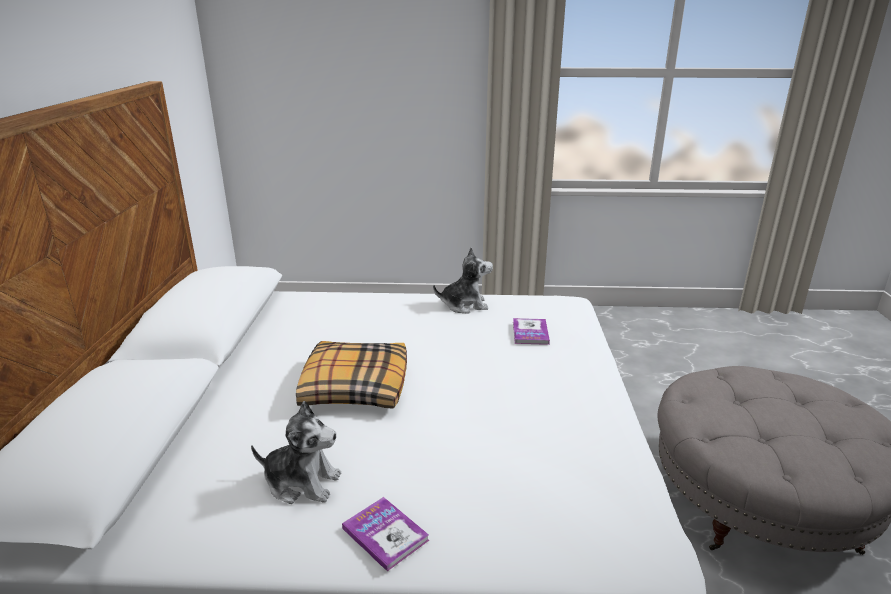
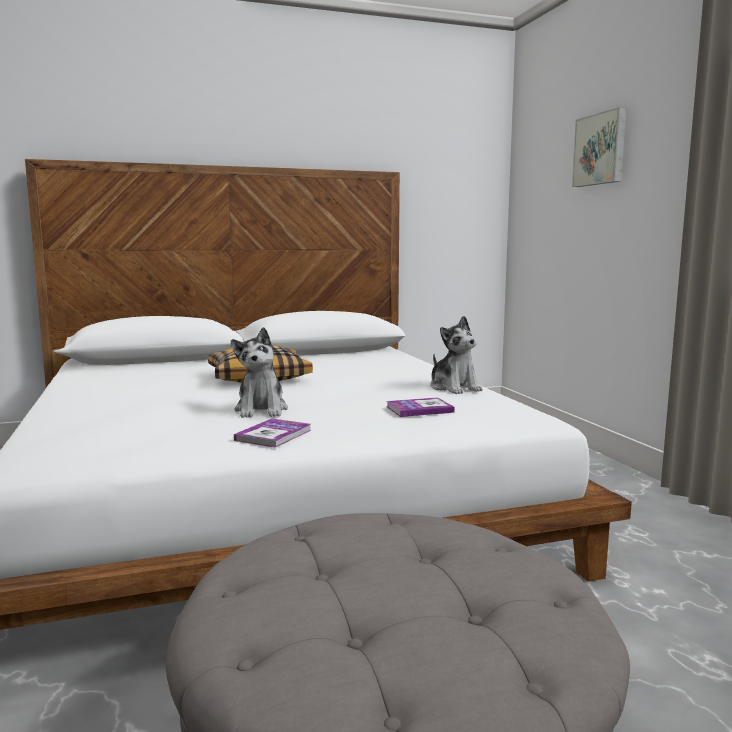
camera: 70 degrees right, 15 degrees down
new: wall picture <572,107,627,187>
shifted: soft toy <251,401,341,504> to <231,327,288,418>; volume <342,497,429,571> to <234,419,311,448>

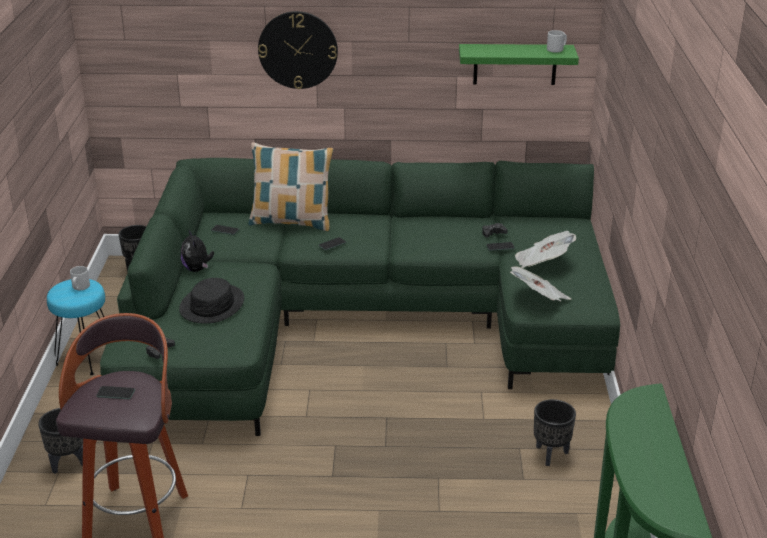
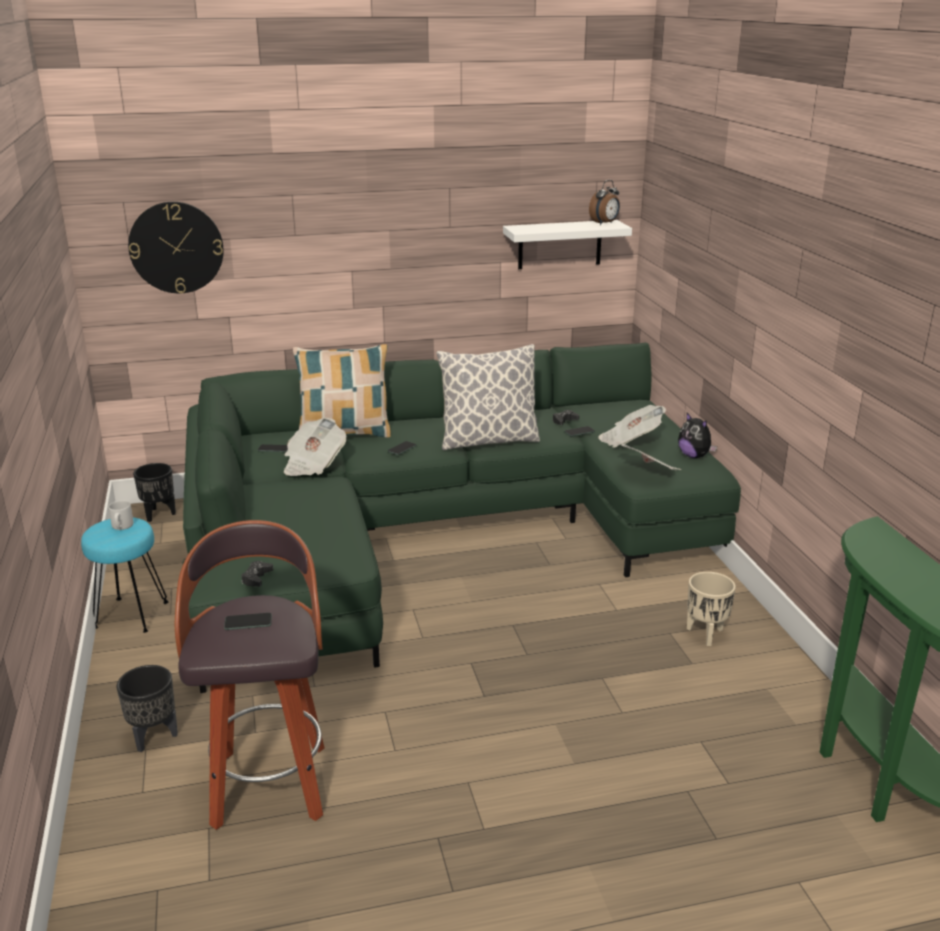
camera: 15 degrees left, 5 degrees down
gone: blackish wearable hat <179,278,244,324>
new: printed paper <284,418,346,476>; throw pillow <436,344,540,451>
shifted: soft toy <181,229,214,272> to <678,413,717,458>; hanging clock <258,11,338,89> to <128,202,224,293>
swapped: grey coffee mug <547,30,567,52> to table clock <589,180,620,225>
repainted: greenish shelf <459,44,579,85> to white shelf <503,220,632,269>; blackish planter <534,399,576,466> to sand-coloured planter <687,572,736,646>

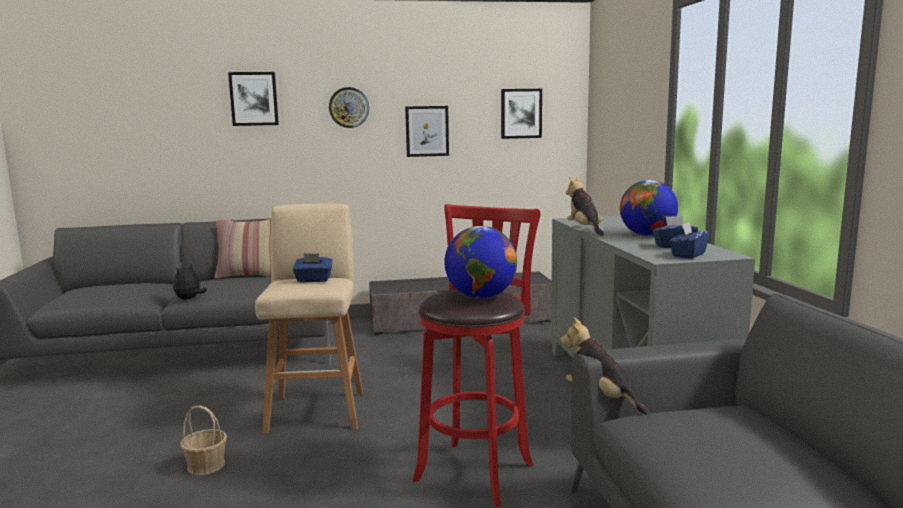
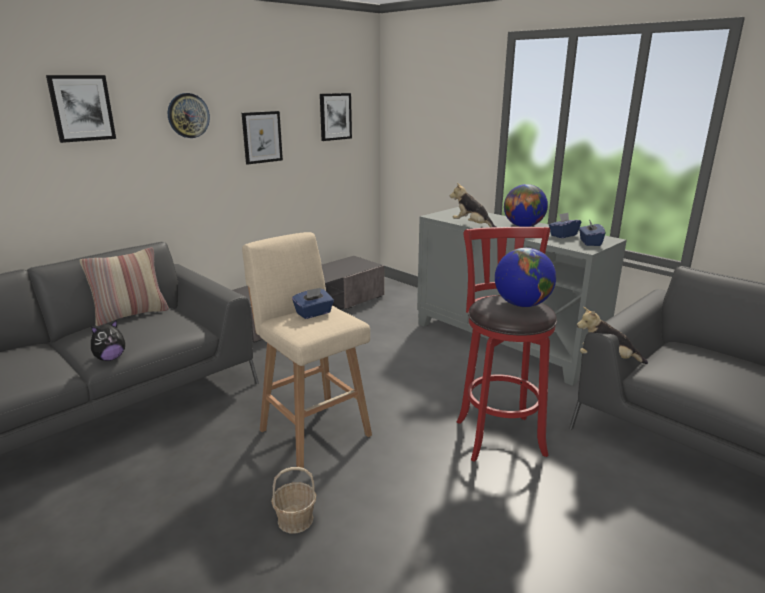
camera: 35 degrees left, 10 degrees up
rotated: soft toy <173,264,207,300> = <91,320,125,361> 120 degrees counterclockwise

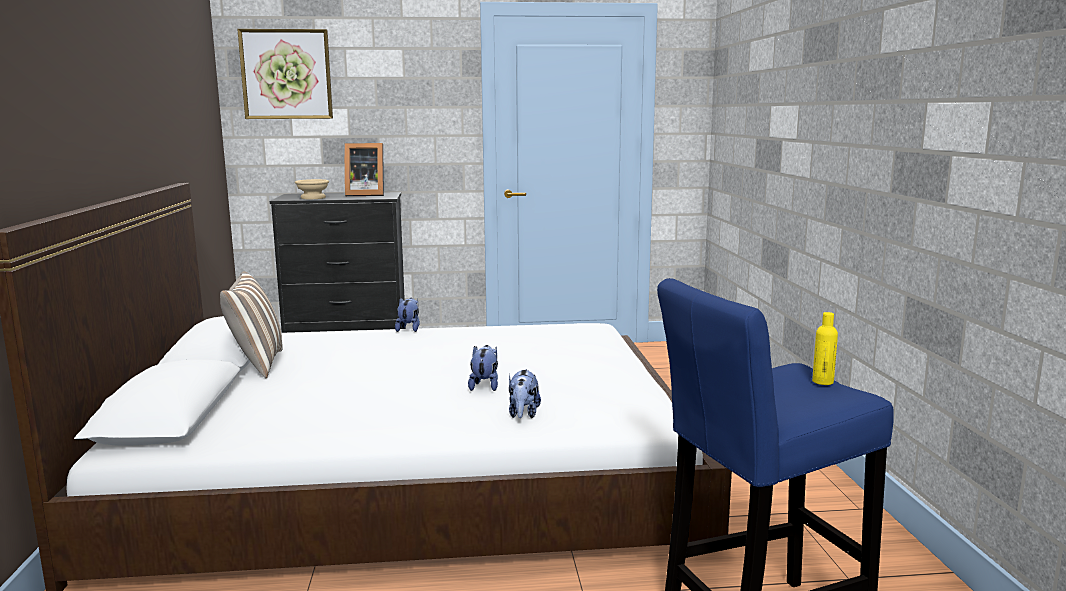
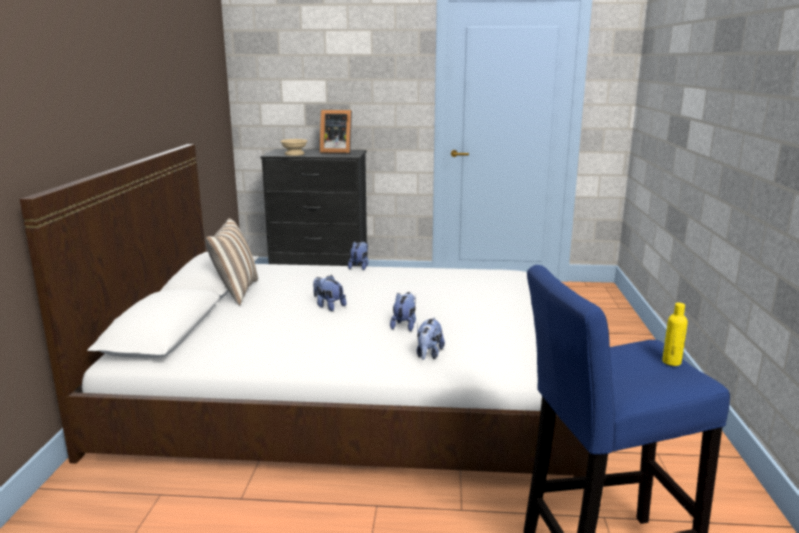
camera: 10 degrees right, 5 degrees up
gone: wall picture <237,29,333,119>
new: soft toy <313,275,346,311>

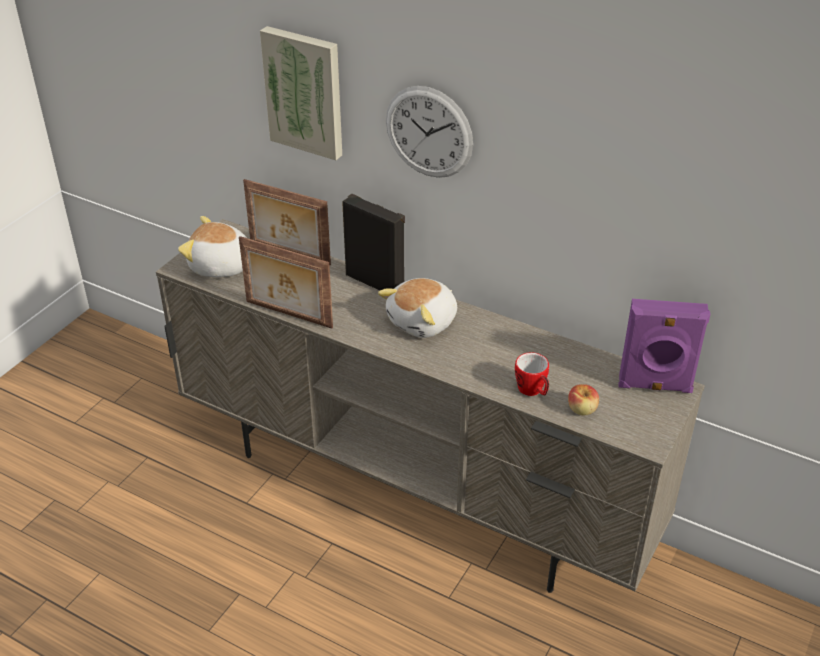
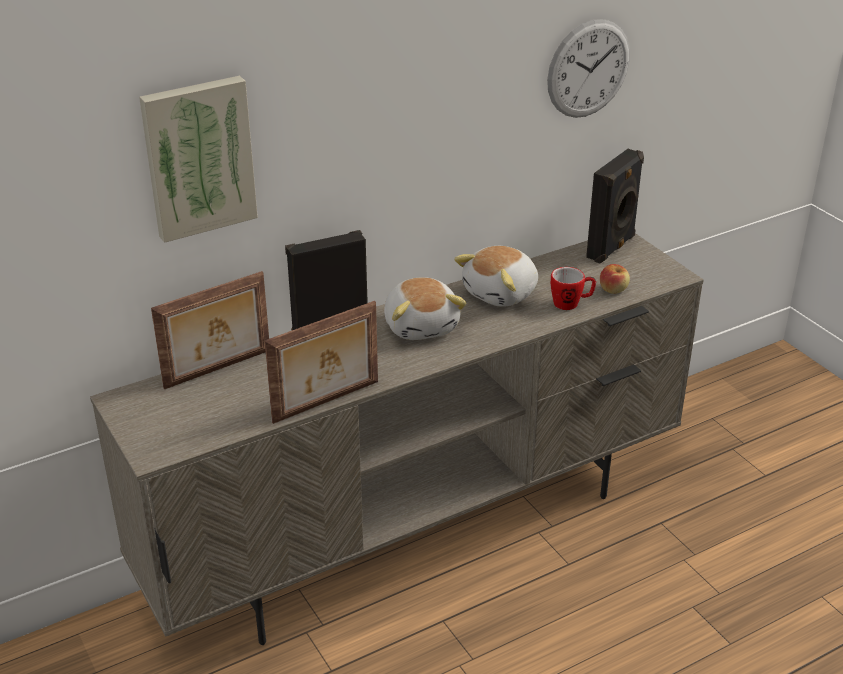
camera: 60 degrees left, 5 degrees down
shifted: soft toy <178,216,247,277> to <454,246,538,307>; hanging clock <386,86,473,178> to <547,19,630,118>
repainted: purple-coloured loudspeaker <619,299,710,393> to blackish loudspeaker <586,149,644,264>

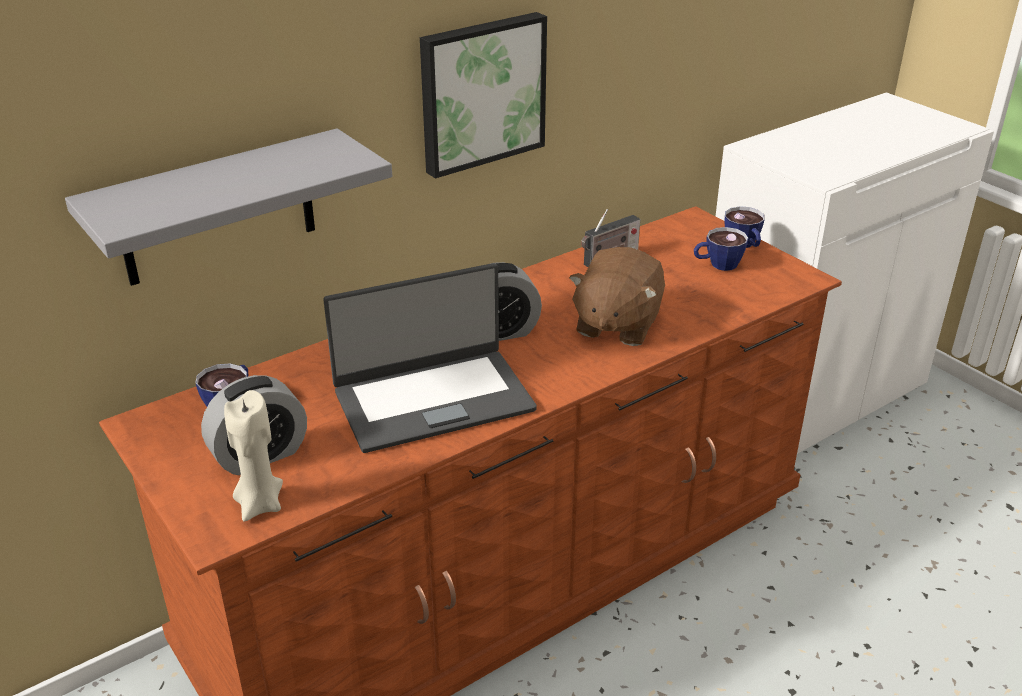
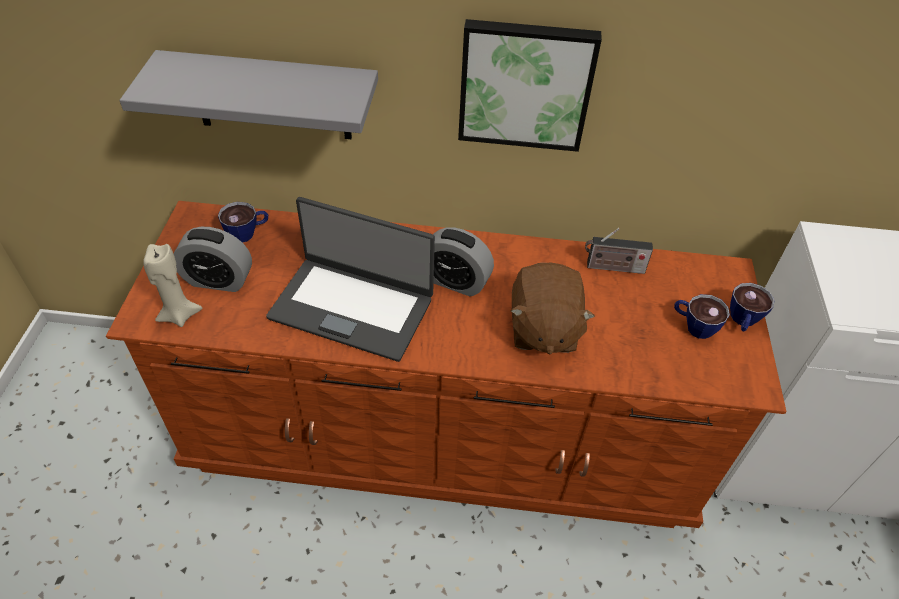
camera: 40 degrees right, 15 degrees up
rotated: brownish soft toy <569,247,665,346> = <511,263,595,355> 60 degrees counterclockwise

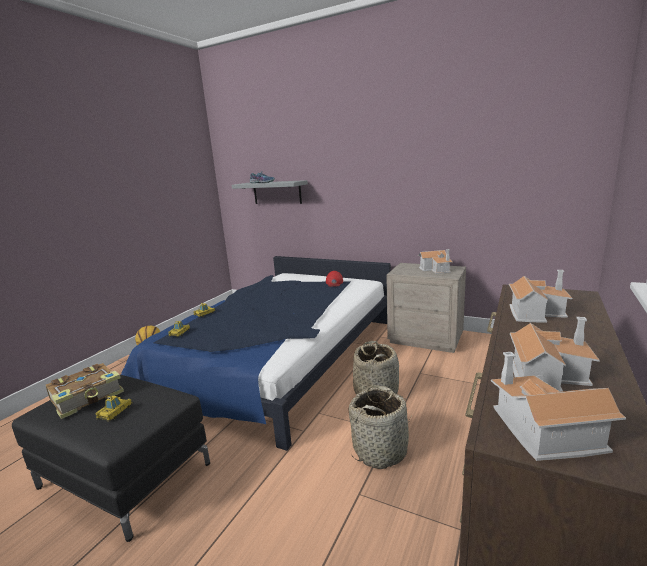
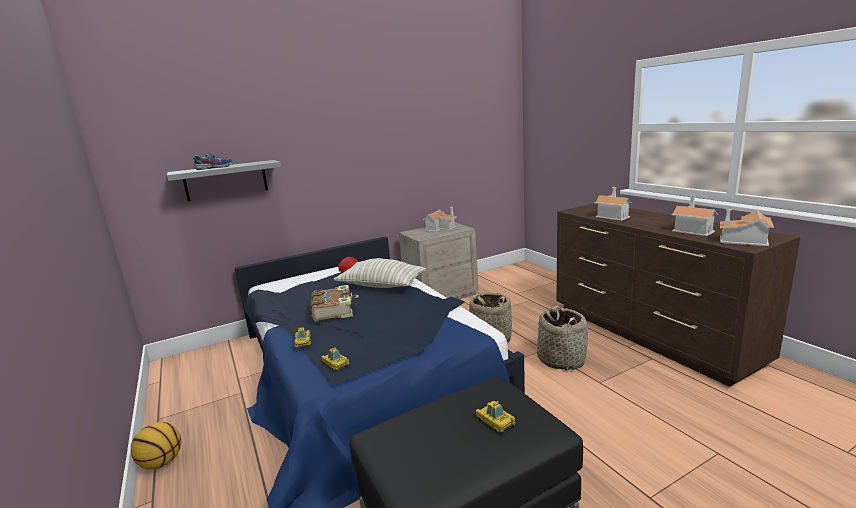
camera: 55 degrees left, 0 degrees up
new: throw pillow <334,259,427,288>
shifted: volume <46,363,124,419> to <310,285,359,321>

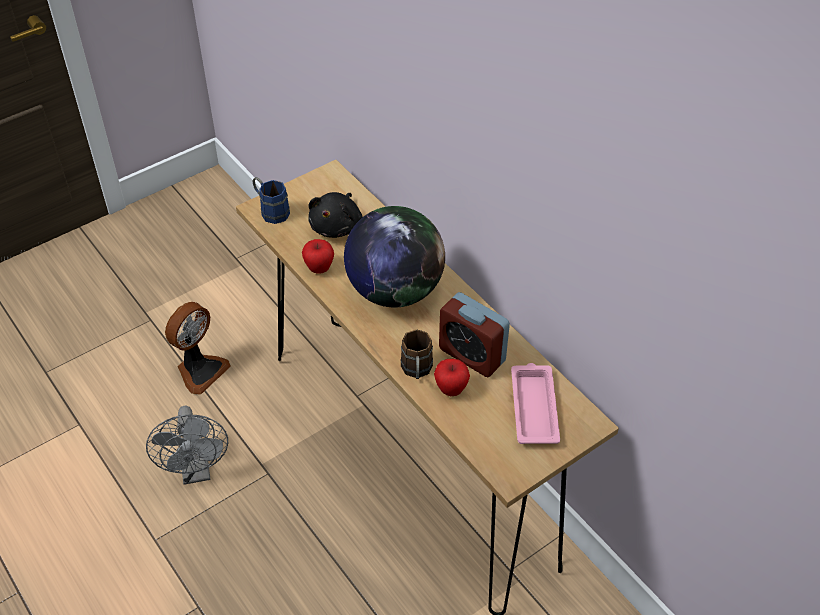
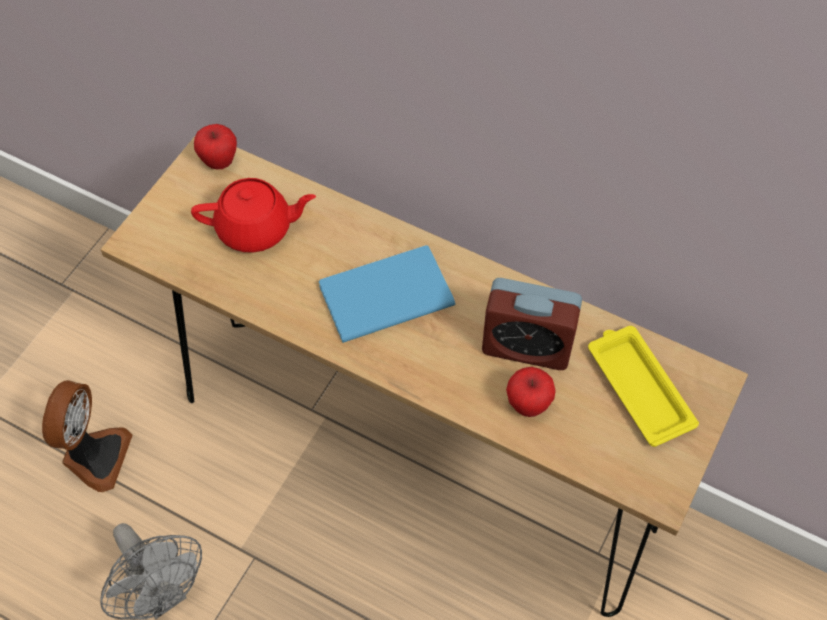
camera: 25 degrees left, 10 degrees up
gone: bluish coffee mug <253,177,290,224>; brownish coffee mug <401,330,433,379>
shifted: apple fruit <302,239,334,274> to <194,124,237,169>
swapped: blackish soft toy <308,192,363,238> to red pot for tea <191,178,316,253>; globe <344,206,445,308> to bluish volume <319,245,456,343>
repainted: pink-coloured tray <511,363,560,444> to yellowish tray <588,326,699,447>

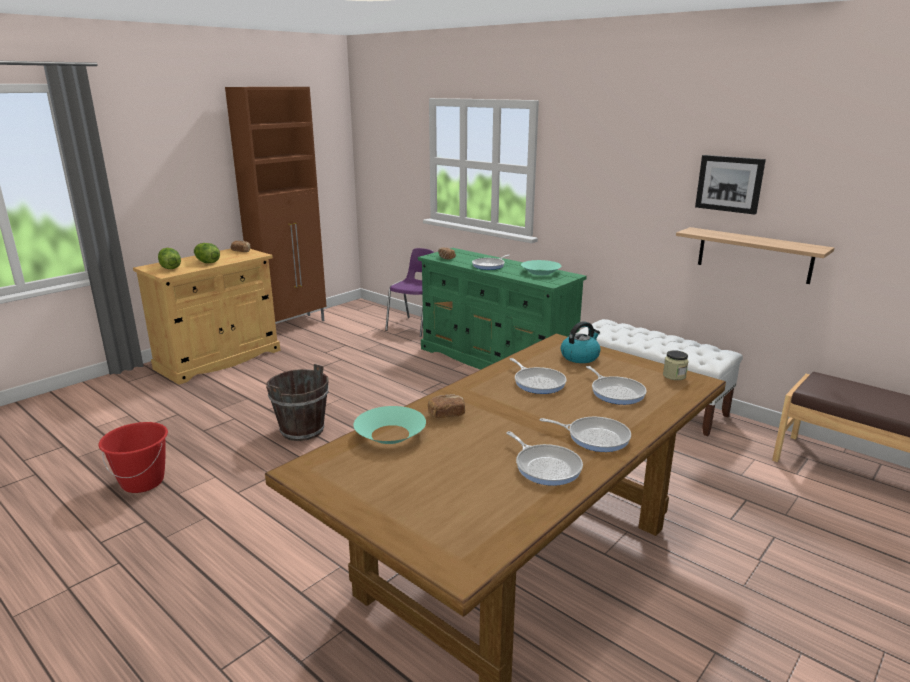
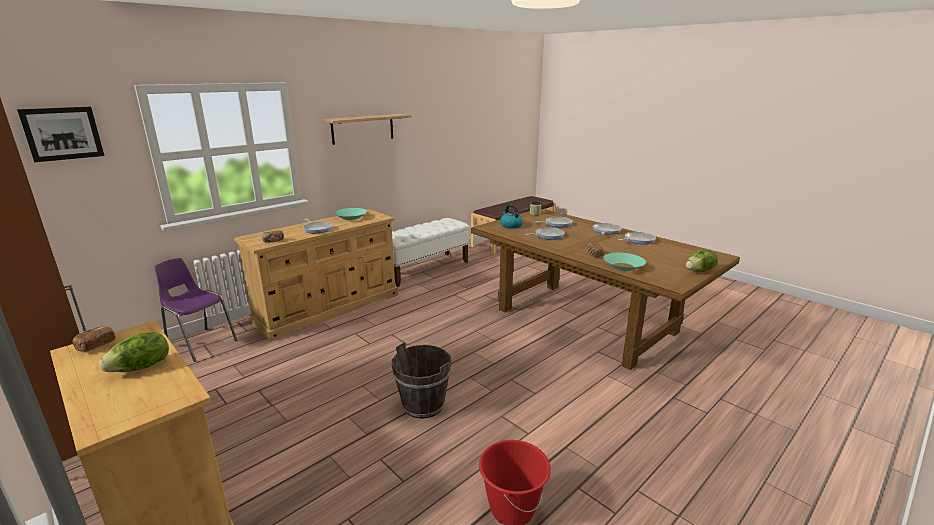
camera: 85 degrees left, 0 degrees up
shifted: head of lettuce <158,248,181,269> to <686,249,718,272>; shelf <676,227,834,284> to <321,114,412,145>; wall picture <695,155,766,215> to <17,107,105,162>
repainted: greenish drawer chest <418,248,587,370> to sand-coloured drawer chest <234,209,398,342>

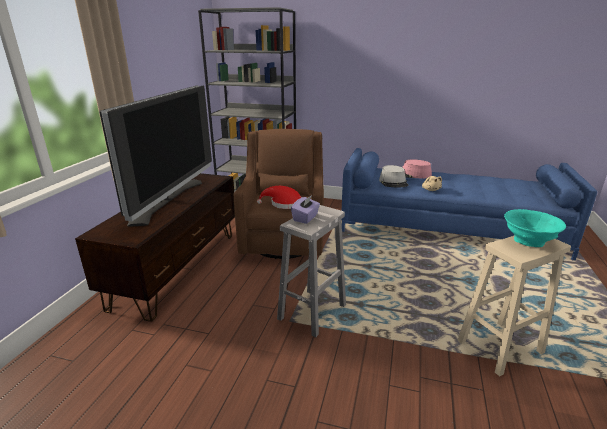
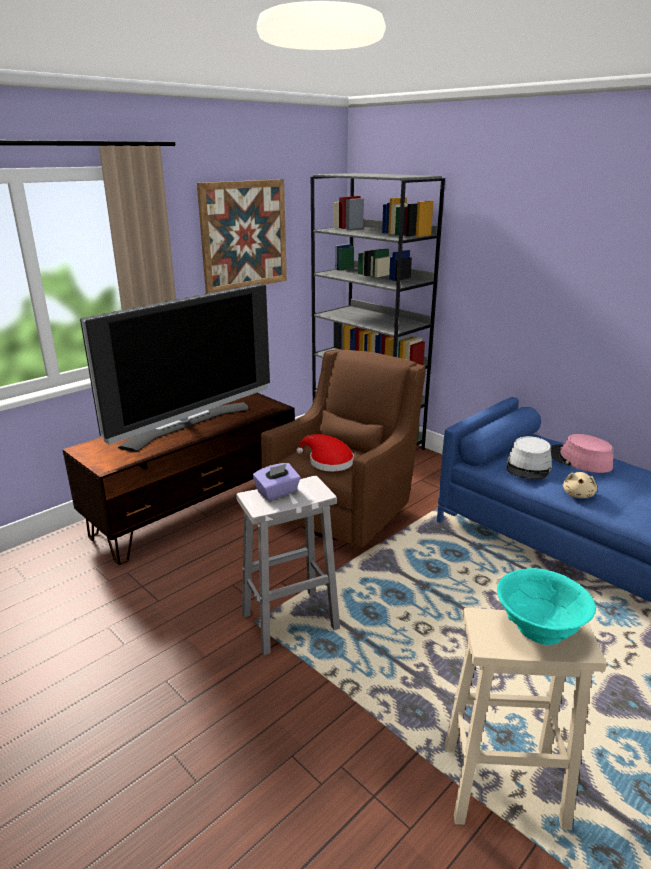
camera: 30 degrees right, 0 degrees up
new: wall picture <197,179,287,294>

